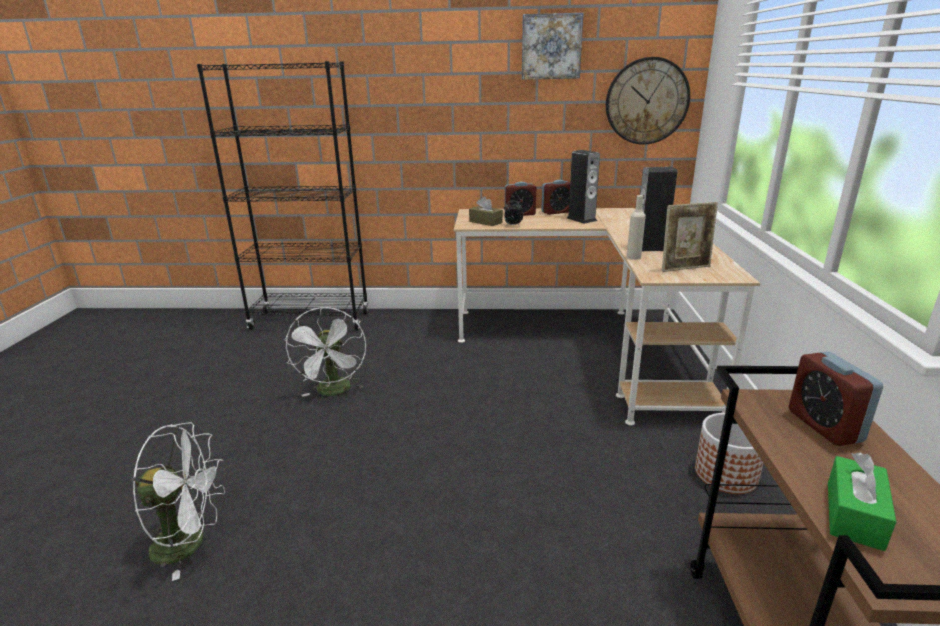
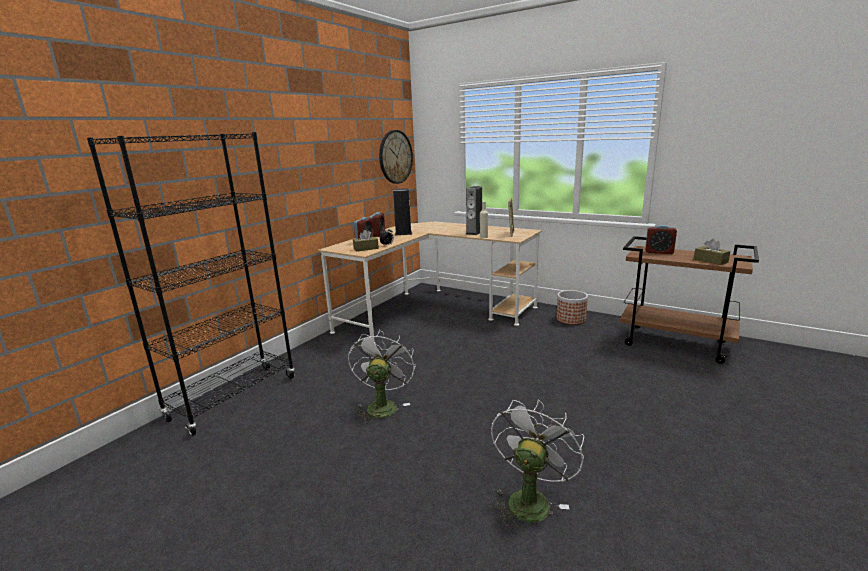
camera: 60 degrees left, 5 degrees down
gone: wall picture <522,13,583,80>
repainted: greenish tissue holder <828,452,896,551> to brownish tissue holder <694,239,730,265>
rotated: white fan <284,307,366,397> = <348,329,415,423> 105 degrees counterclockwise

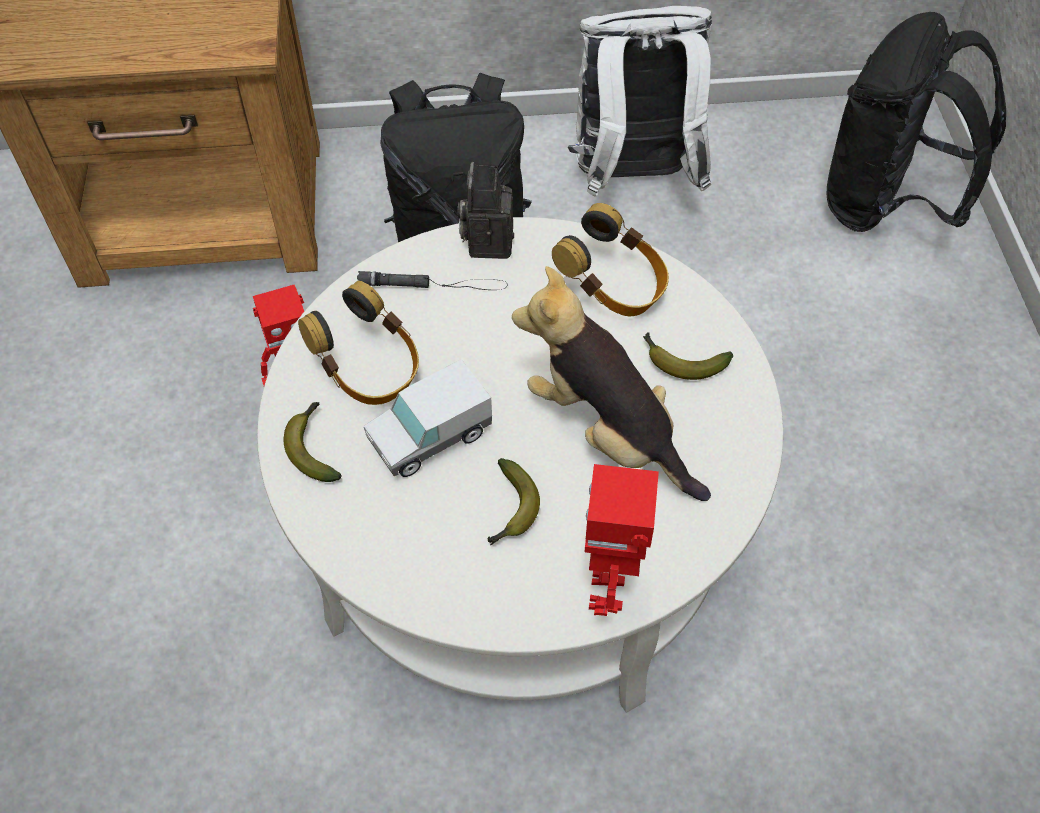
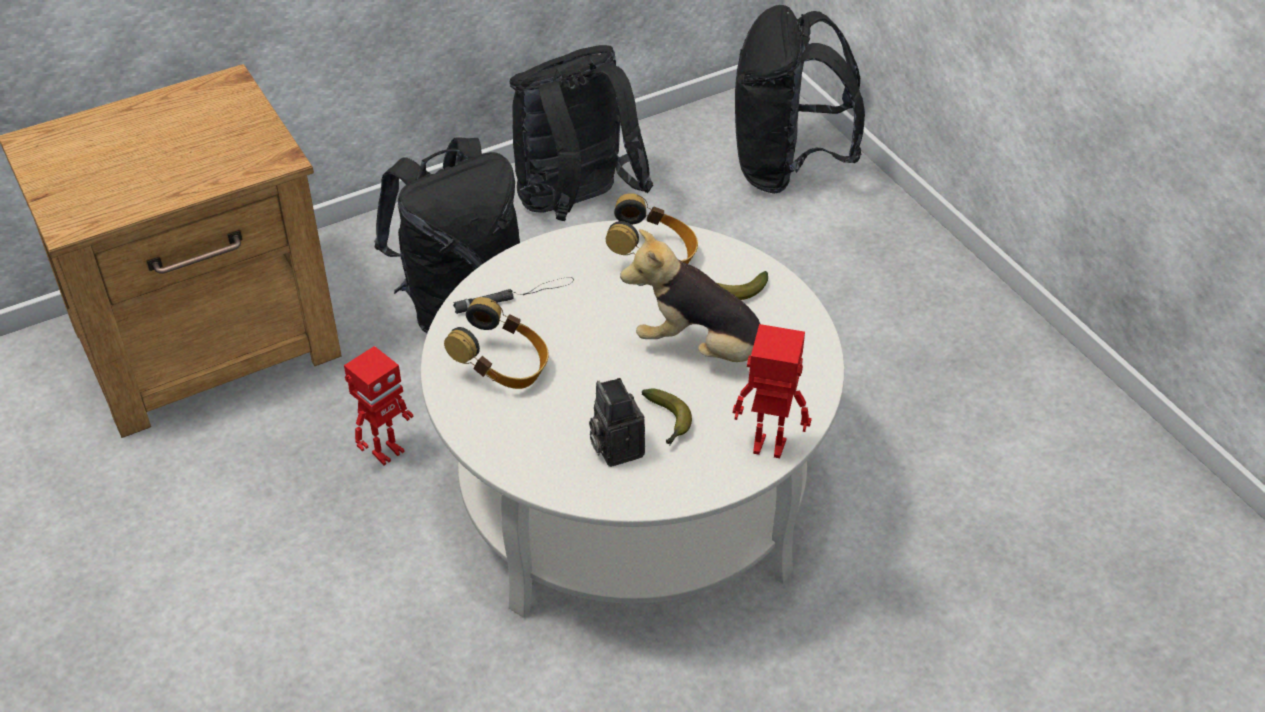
camera: 25 degrees left, 10 degrees down
gone: banana <284,402,342,482>; model truck <364,359,492,477>
shifted: still camera <458,162,514,259> to <589,378,645,467>
repainted: white knapsack <568,6,712,197> to blackish knapsack <510,45,653,221>
rotated: robot figure <585,464,659,616> = <733,324,812,458> 120 degrees clockwise

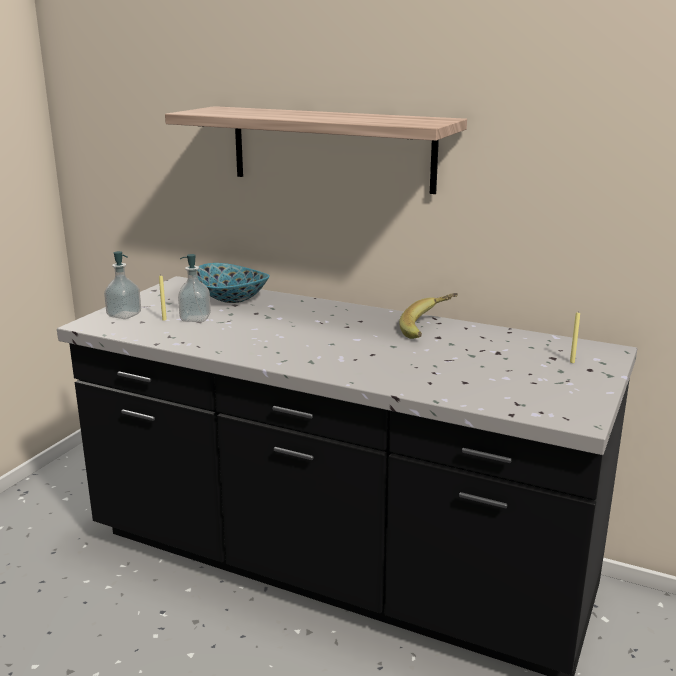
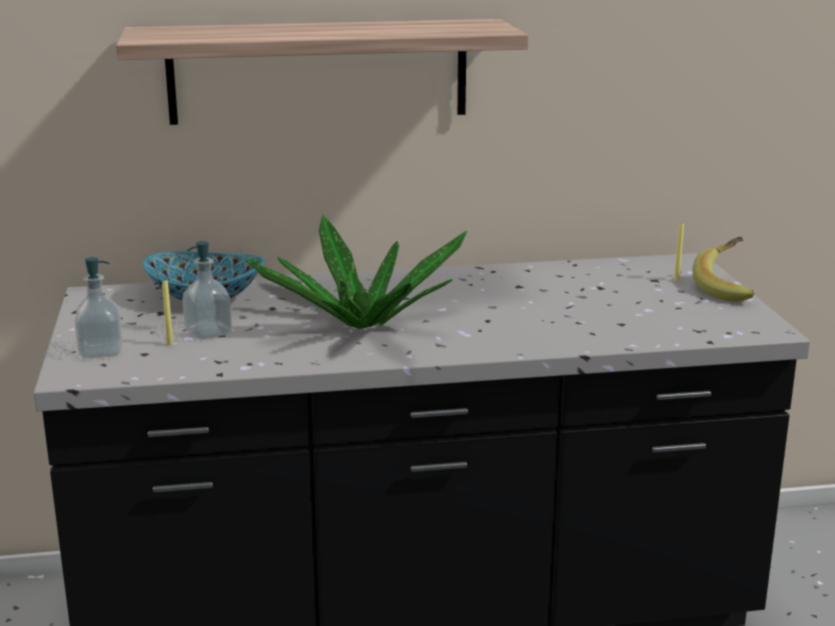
camera: 35 degrees left, 0 degrees up
new: houseplant <247,215,467,329>
shifted: banana <399,293,458,339> to <693,237,754,302>

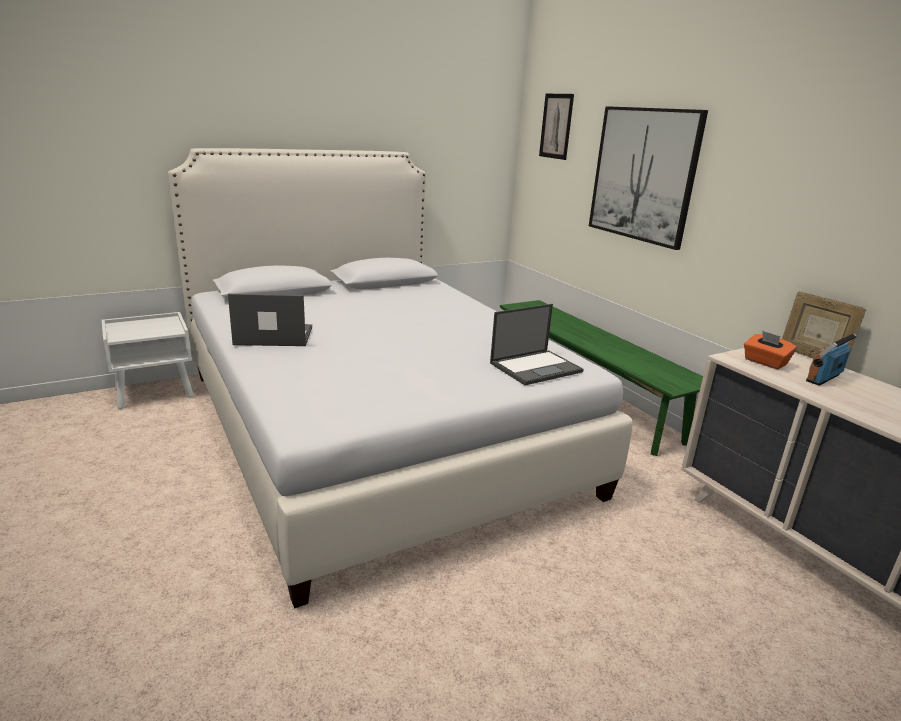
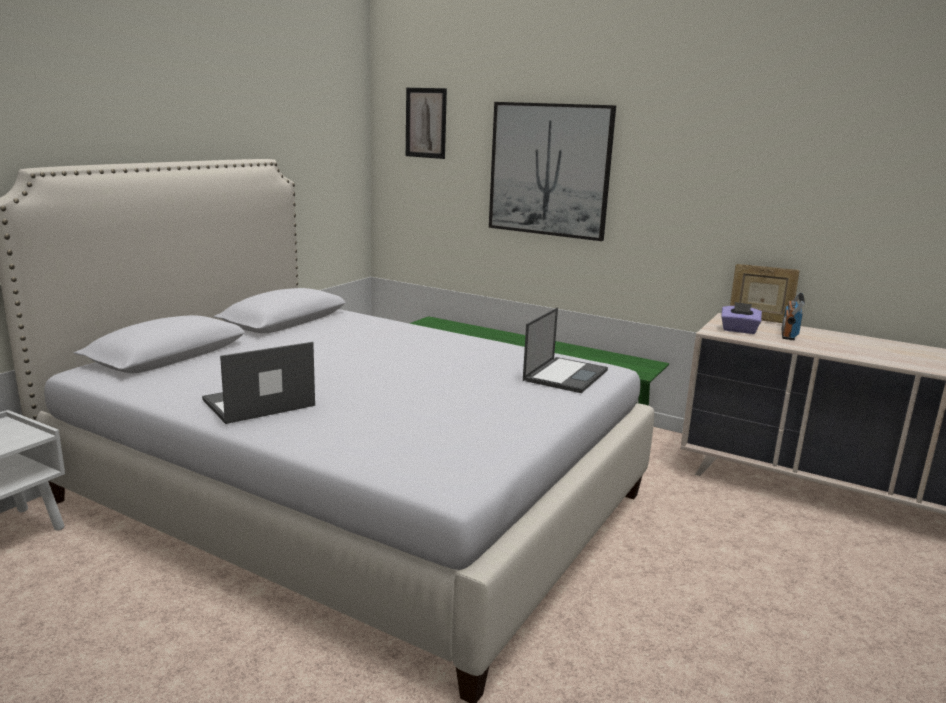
camera: 30 degrees left, 5 degrees down
repainted: orangey tissue holder <744,331,797,369> to purple-coloured tissue holder <721,302,762,334>

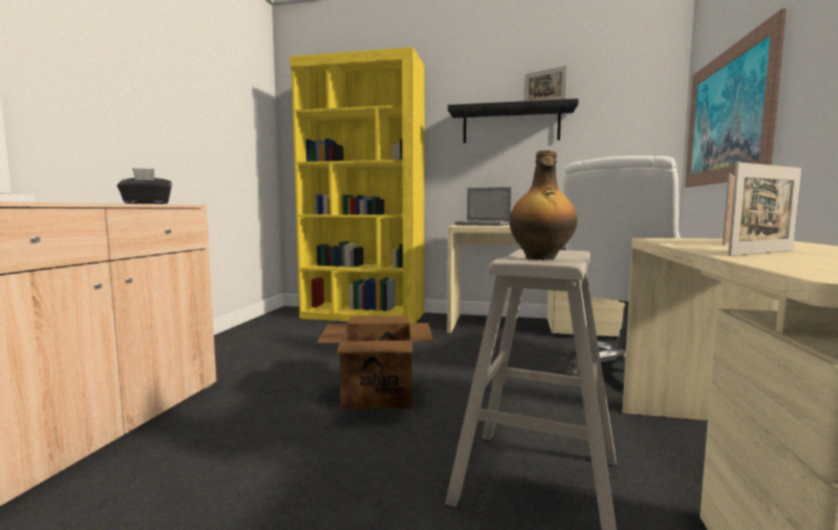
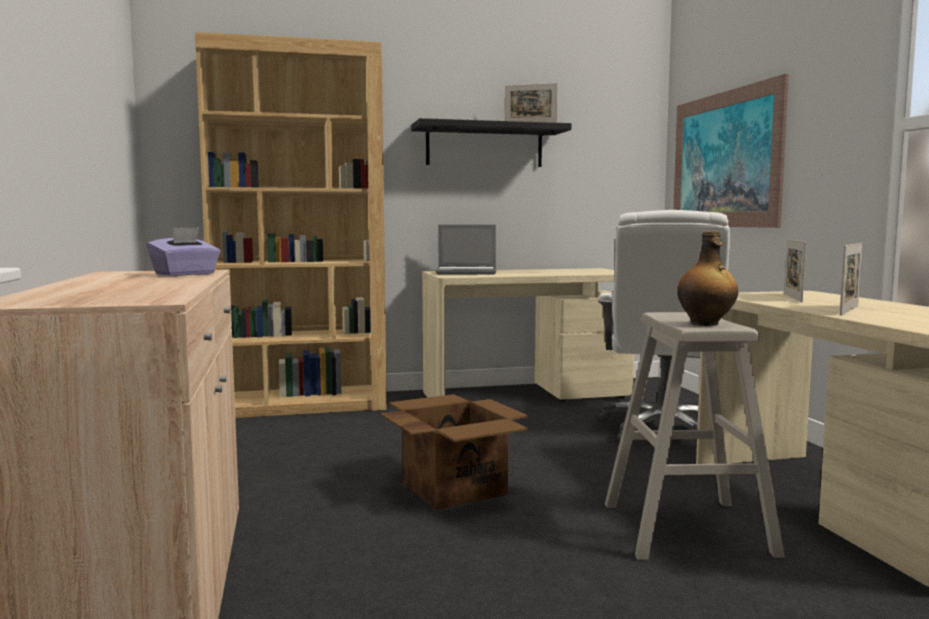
camera: 25 degrees left, 0 degrees up
repainted: blackish tissue holder <117,168,172,204> to purple-coloured tissue holder <147,227,220,276>; yellowish shelving unit <290,47,425,323> to brownish shelving unit <195,32,387,418>

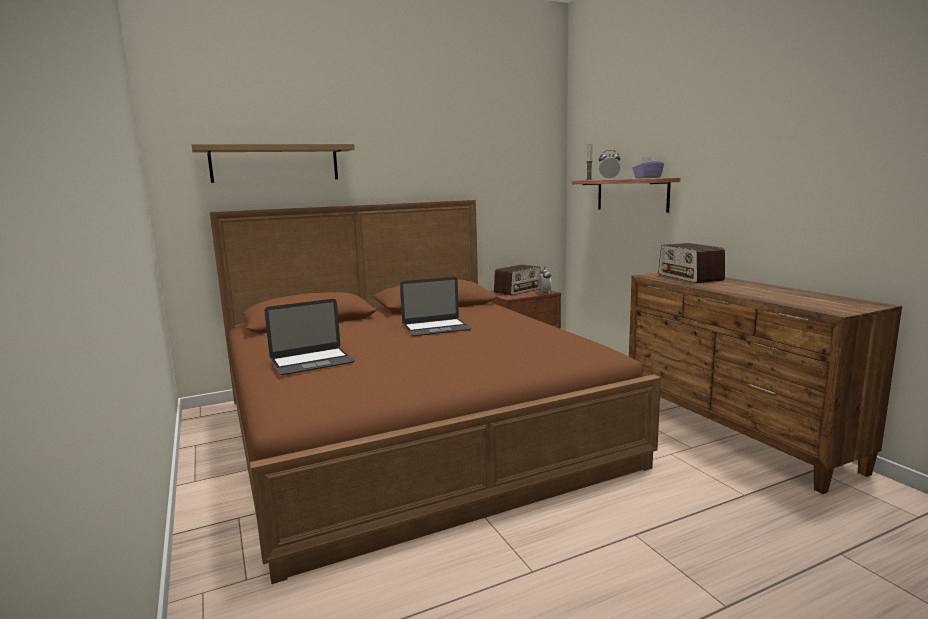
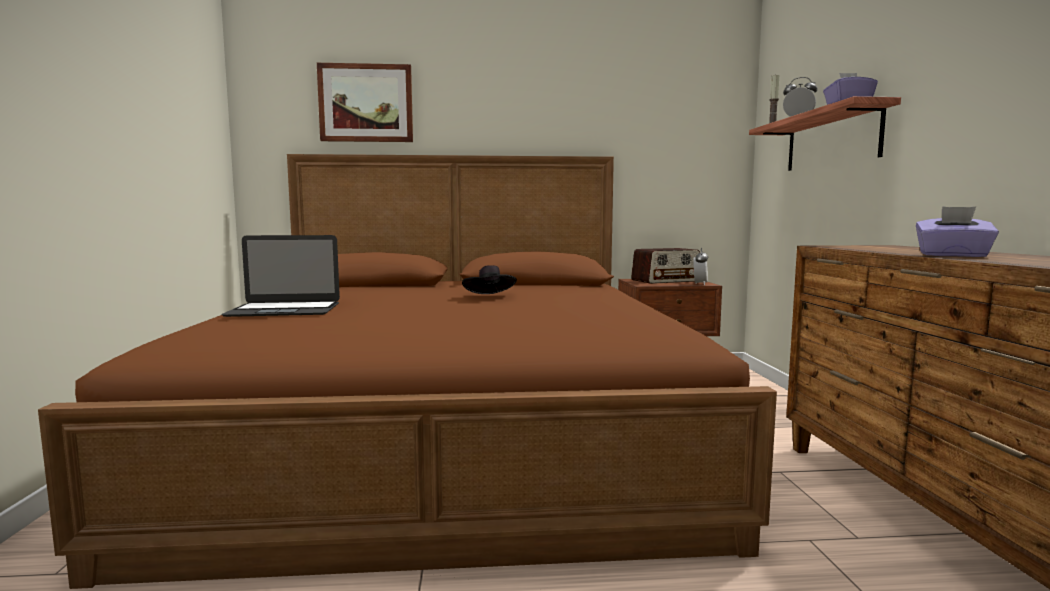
camera: 20 degrees right, 5 degrees down
gone: radio set <658,243,725,283>
new: purple-coloured tissue holder <916,206,999,257>
swapped: shelf <191,144,354,183> to wall picture <317,63,413,142>; portable computer <400,277,472,336> to blackish wearable hat <462,265,517,294>

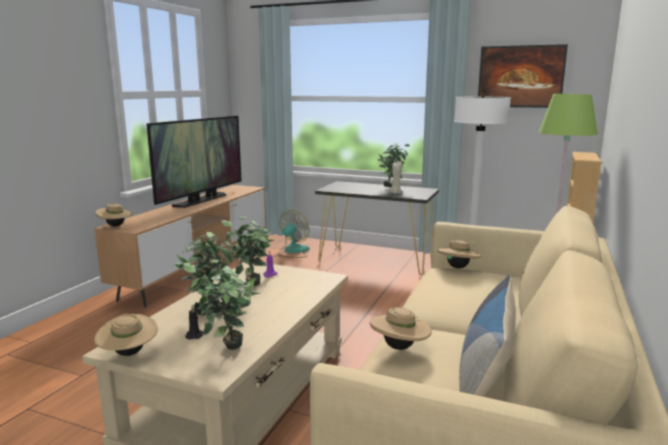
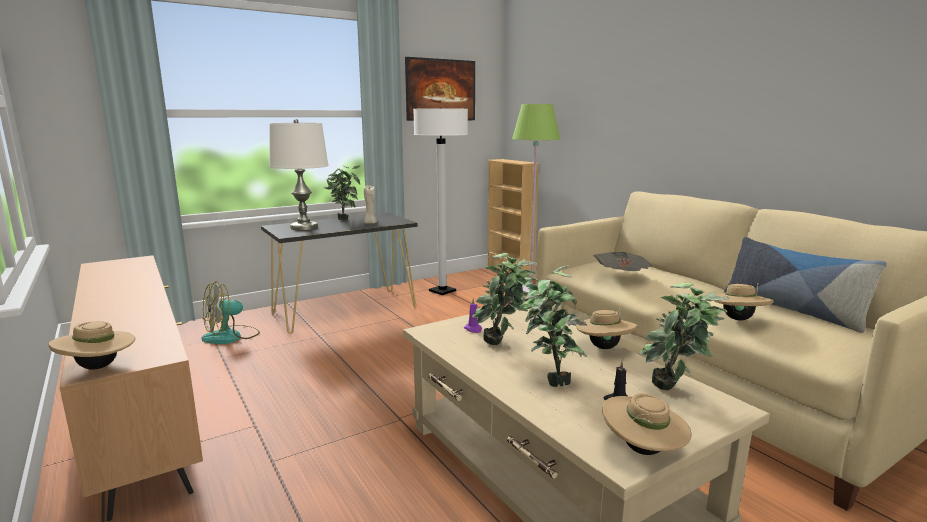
camera: 55 degrees left, 0 degrees up
gone: TV <147,116,242,208>
new: white lamp for a table <269,119,329,230>; printed paper <593,252,652,271>
shifted: sand-coloured wearable hat <438,240,482,269> to <576,308,638,349>
rotated: fan <277,210,310,258> = <201,281,260,344> 105 degrees counterclockwise

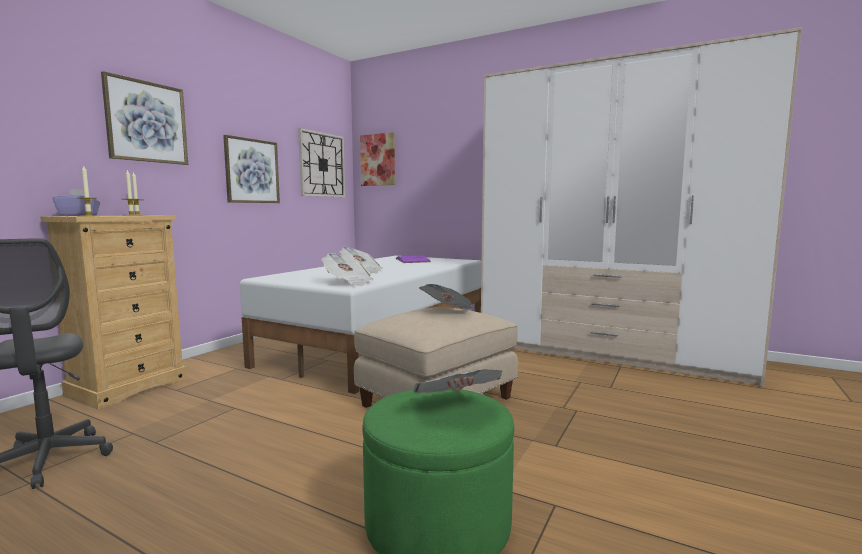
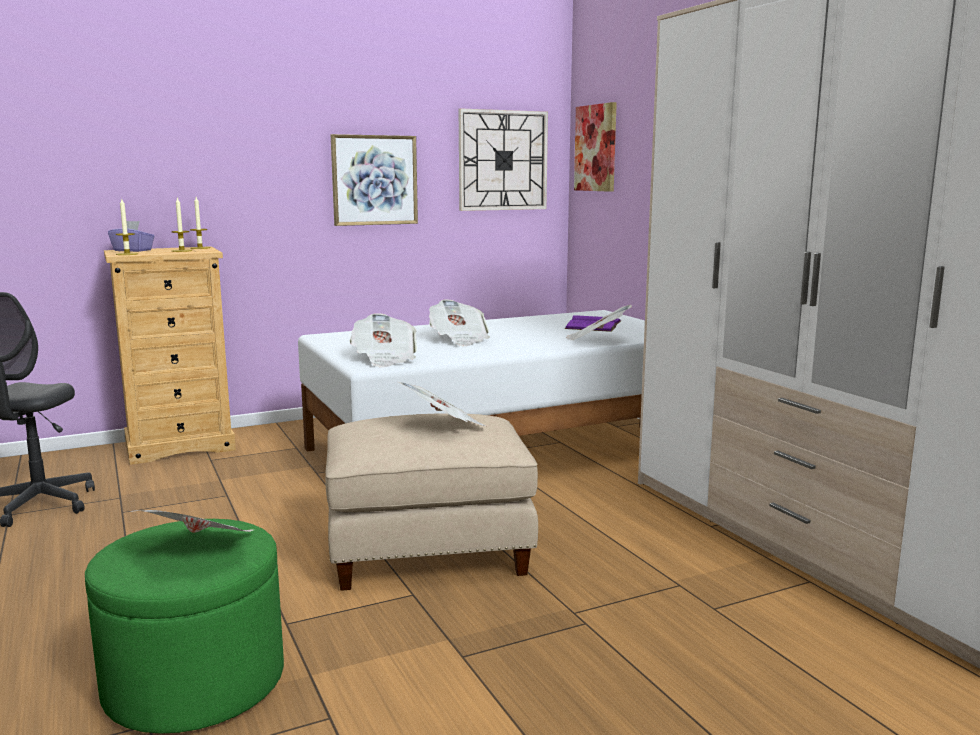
camera: 35 degrees right, 5 degrees up
gone: wall picture <101,71,188,165>
new: printed paper <566,305,632,340>

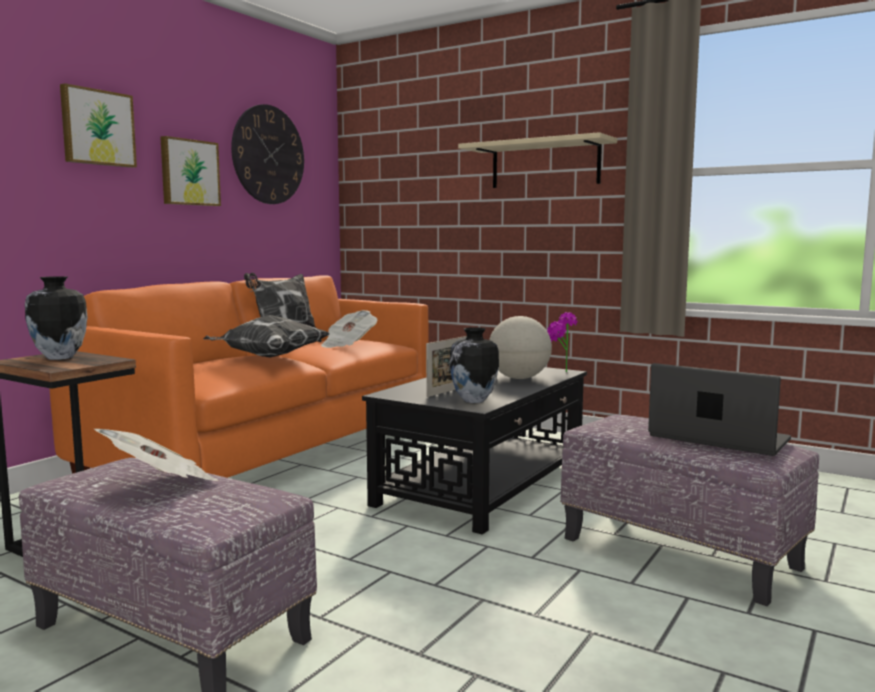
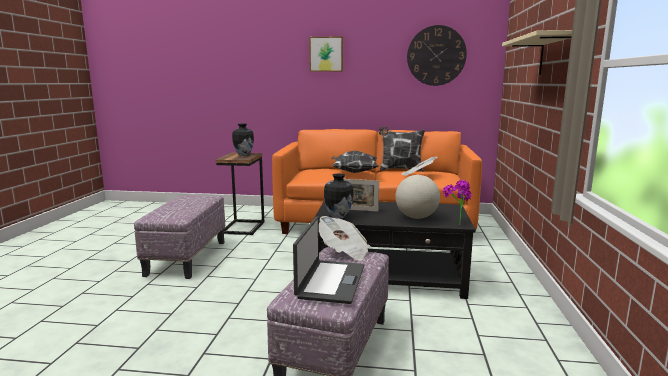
camera: 65 degrees right, 5 degrees up
gone: wall picture <160,136,221,206>
shifted: printed paper <94,429,220,481> to <319,216,371,261>

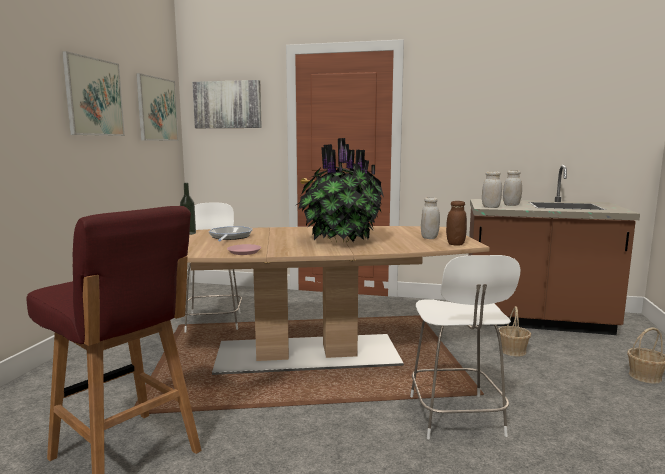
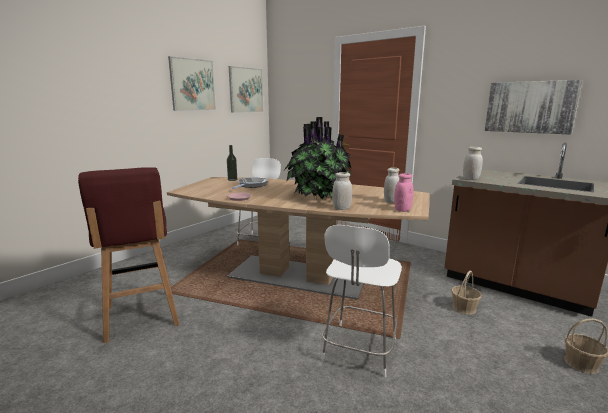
camera: 25 degrees right, 5 degrees up
shifted: wall picture <192,80,262,128> to <485,80,583,135>; white jar <503,170,522,206> to <332,172,352,210>
repainted: brownish jar <446,201,467,246> to pink-coloured jar <394,173,414,212>

